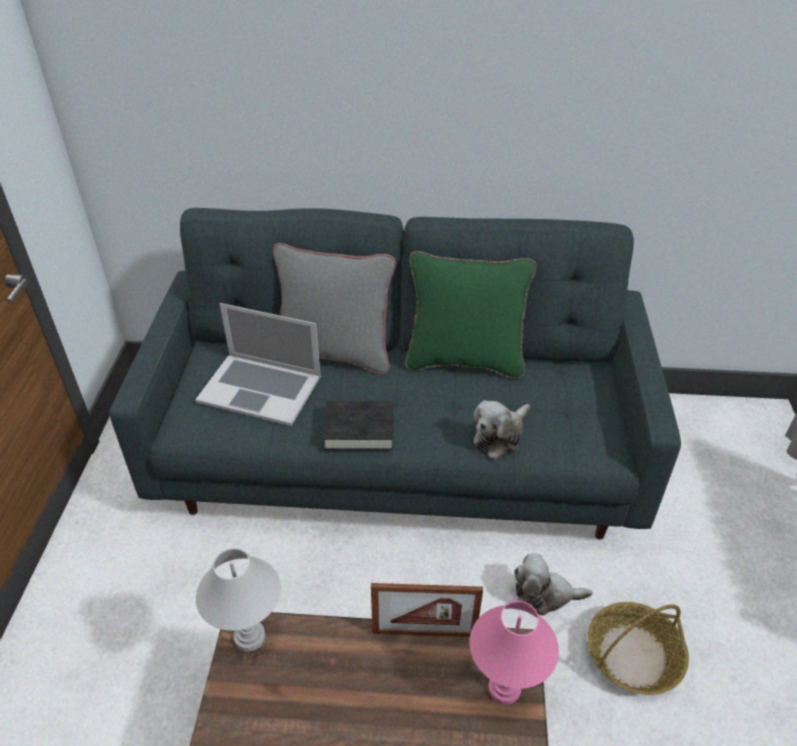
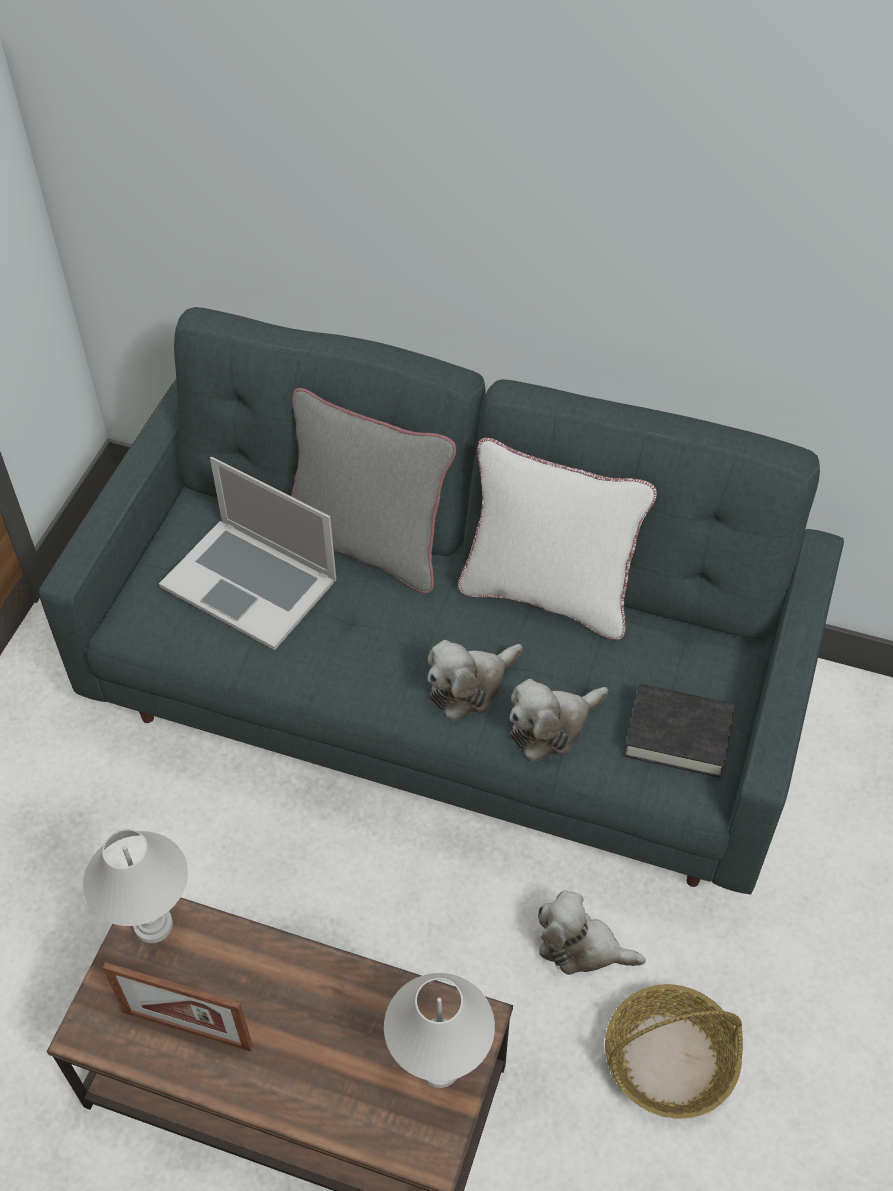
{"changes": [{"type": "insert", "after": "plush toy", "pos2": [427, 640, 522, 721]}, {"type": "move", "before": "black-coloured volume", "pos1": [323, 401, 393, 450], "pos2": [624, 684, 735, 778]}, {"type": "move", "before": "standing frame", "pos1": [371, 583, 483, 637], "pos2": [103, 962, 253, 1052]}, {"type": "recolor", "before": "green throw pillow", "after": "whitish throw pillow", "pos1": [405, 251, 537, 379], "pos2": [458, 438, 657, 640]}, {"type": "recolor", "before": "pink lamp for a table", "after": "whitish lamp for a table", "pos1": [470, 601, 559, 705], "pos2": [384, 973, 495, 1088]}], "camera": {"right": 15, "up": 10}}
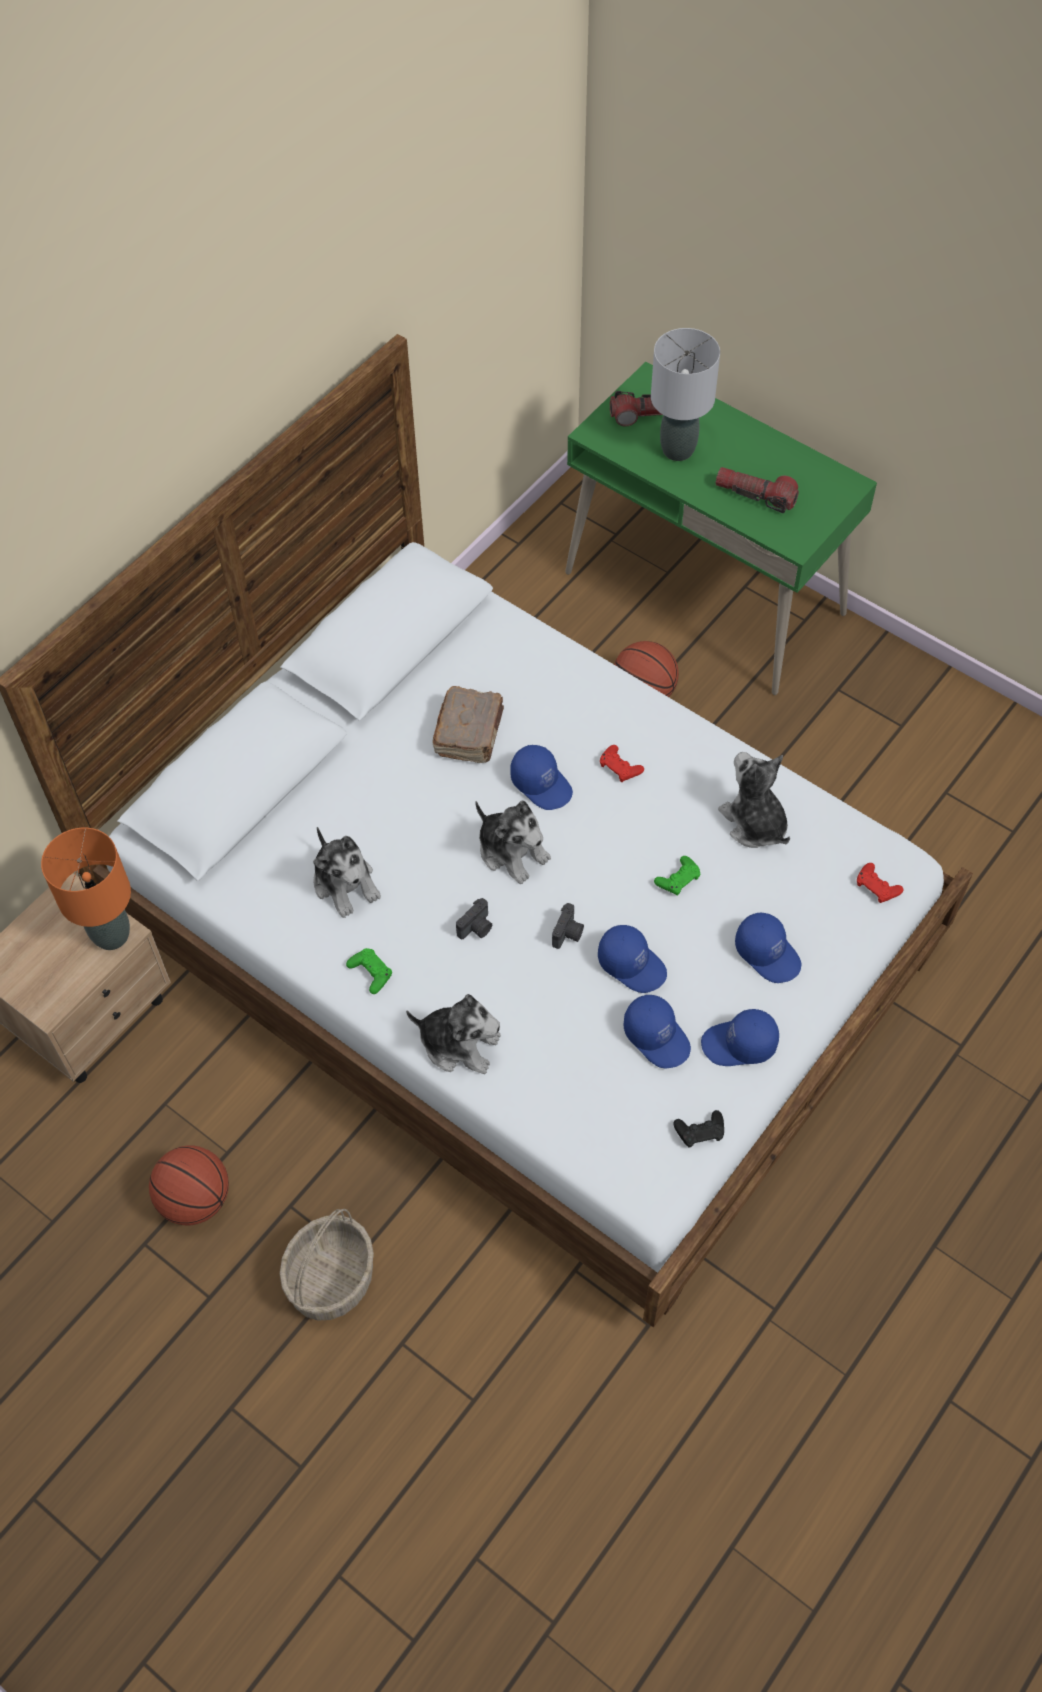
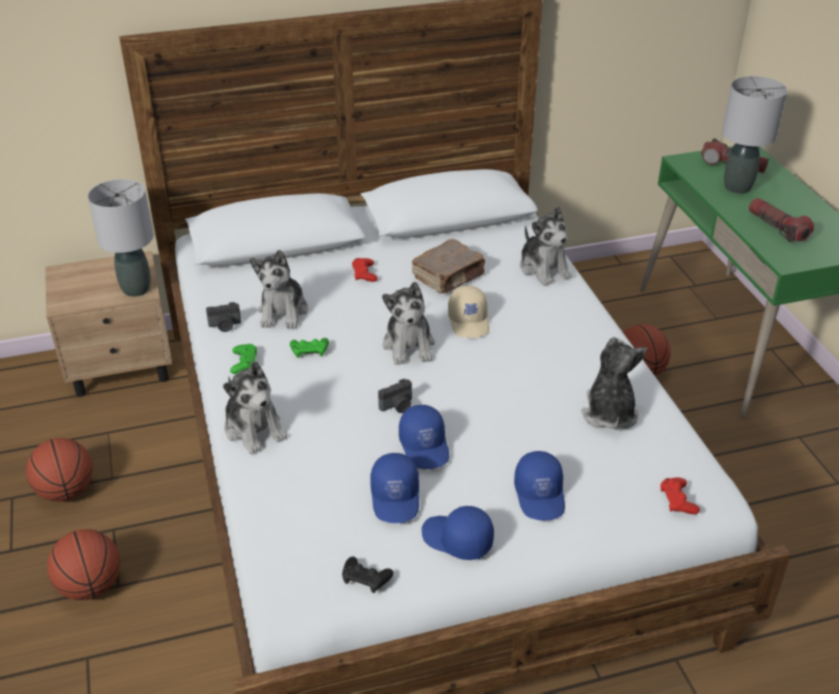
{"changes": [{"type": "insert", "after": "plush toy", "pos2": [520, 206, 572, 286]}, {"type": "move", "before": "photo camera", "pos1": [456, 898, 492, 939], "pos2": [206, 302, 241, 332]}, {"type": "move", "before": "red-coloured gamepad", "pos1": [600, 745, 644, 782], "pos2": [352, 258, 378, 282]}, {"type": "move", "before": "green gamepad", "pos1": [654, 856, 701, 896], "pos2": [290, 338, 329, 358]}, {"type": "replace", "before": "basket", "after": "ball for basketball", "pos1": [280, 1209, 374, 1321], "pos2": [47, 529, 120, 600]}, {"type": "recolor", "before": "orange-coloured lamp for a table", "after": "grey lamp for a table", "pos1": [41, 828, 131, 950], "pos2": [88, 179, 154, 297]}, {"type": "recolor", "before": "blue peaked cap", "after": "beige-coloured peaked cap", "pos1": [510, 745, 573, 810], "pos2": [448, 286, 489, 338]}], "camera": {"right": 35, "up": -20}}
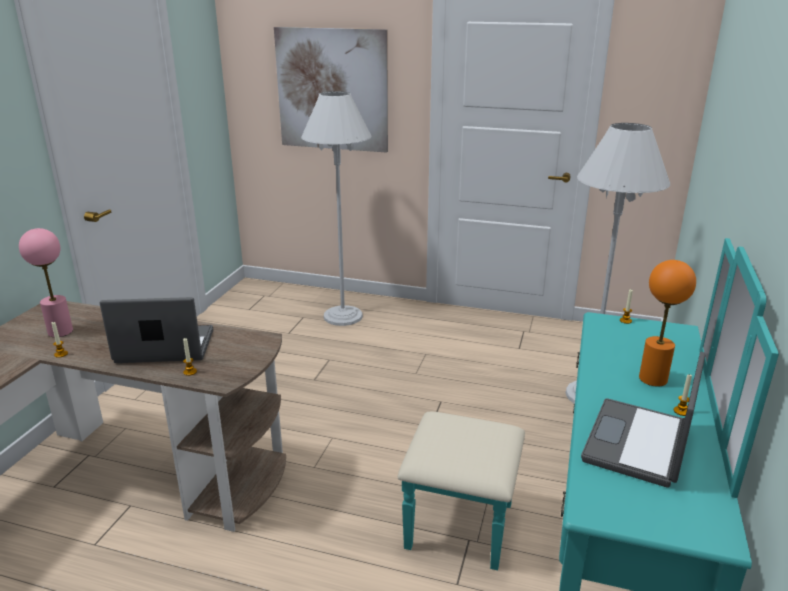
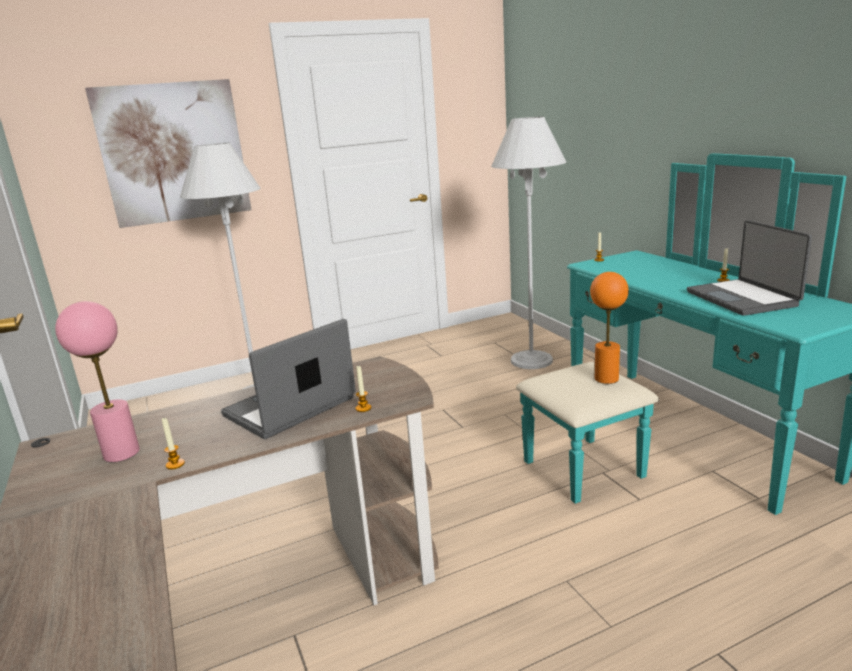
{"changes": [{"type": "move", "before": "orange-coloured lamp for a table", "pos1": [639, 260, 696, 387], "pos2": [590, 272, 629, 384]}], "camera": {"right": -40, "up": -5}}
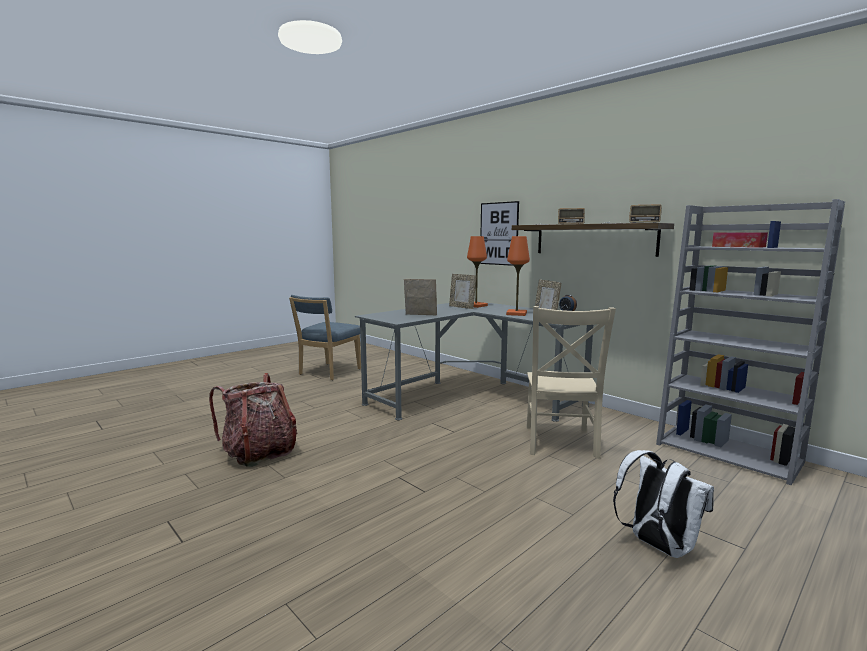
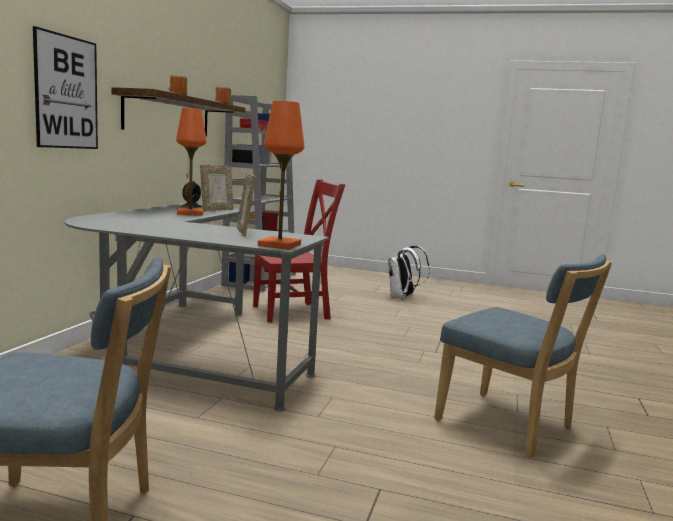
{"changes": [{"type": "delete", "before": "standing frame", "pos1": [449, 274, 476, 309]}, {"type": "move", "before": "orange-coloured lamp for a table", "pos1": [467, 236, 488, 308], "pos2": [258, 101, 305, 250]}, {"type": "replace", "before": "rucksack", "after": "blue upright chair", "pos1": [209, 373, 297, 467], "pos2": [434, 254, 612, 458]}, {"type": "recolor", "before": "beige-coloured upright chair", "after": "red-coloured upright chair", "pos1": [527, 306, 616, 459], "pos2": [253, 180, 346, 323]}], "camera": {"right": -120, "up": 0}}
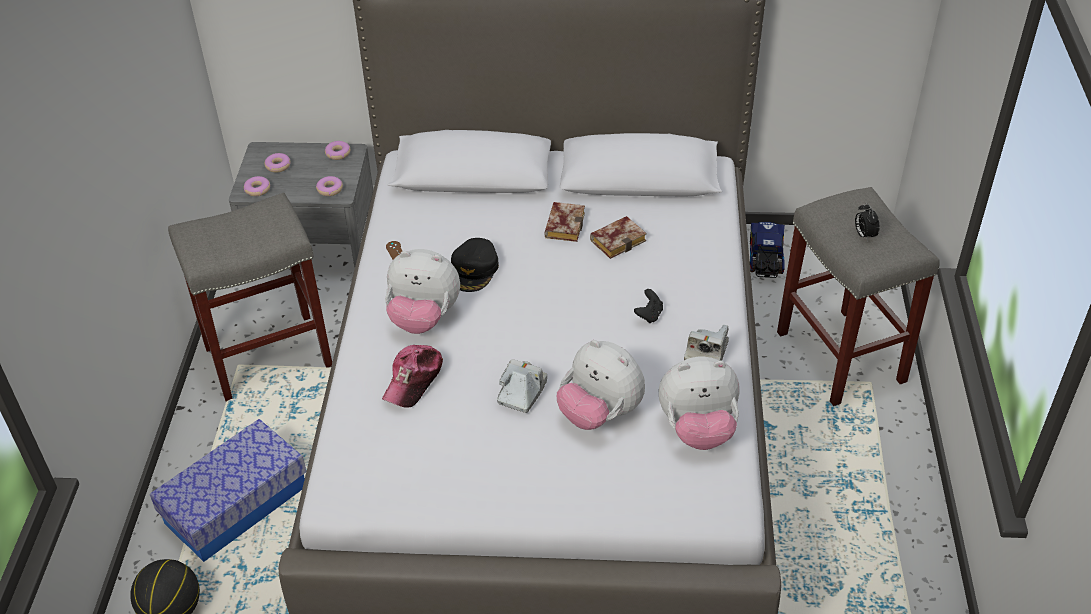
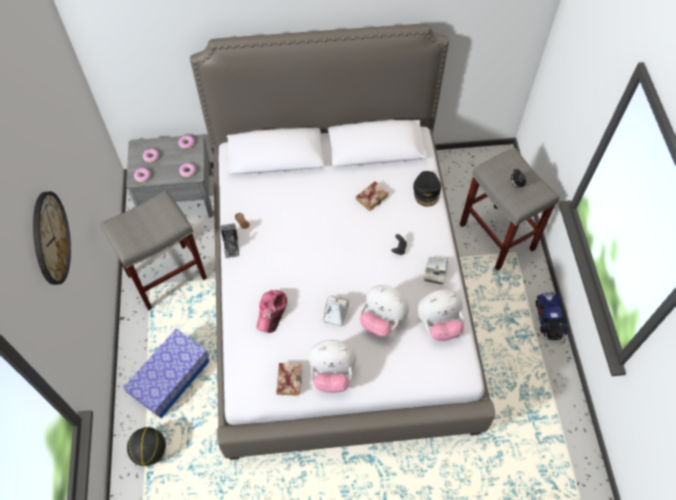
{"changes": [{"type": "insert", "after": "wall clock", "pos2": [33, 191, 71, 285]}, {"type": "insert", "after": "photo camera", "pos2": [220, 224, 239, 258]}, {"type": "move", "before": "plush toy", "pos1": [385, 249, 460, 334], "pos2": [308, 340, 356, 393]}, {"type": "move", "before": "black-coloured peaked cap", "pos1": [451, 238, 499, 292], "pos2": [413, 171, 441, 206]}, {"type": "move", "before": "volume", "pos1": [544, 202, 585, 242], "pos2": [276, 363, 302, 396]}, {"type": "move", "before": "toy truck", "pos1": [750, 222, 785, 278], "pos2": [536, 293, 567, 340]}], "camera": {"right": -10, "up": 15}}
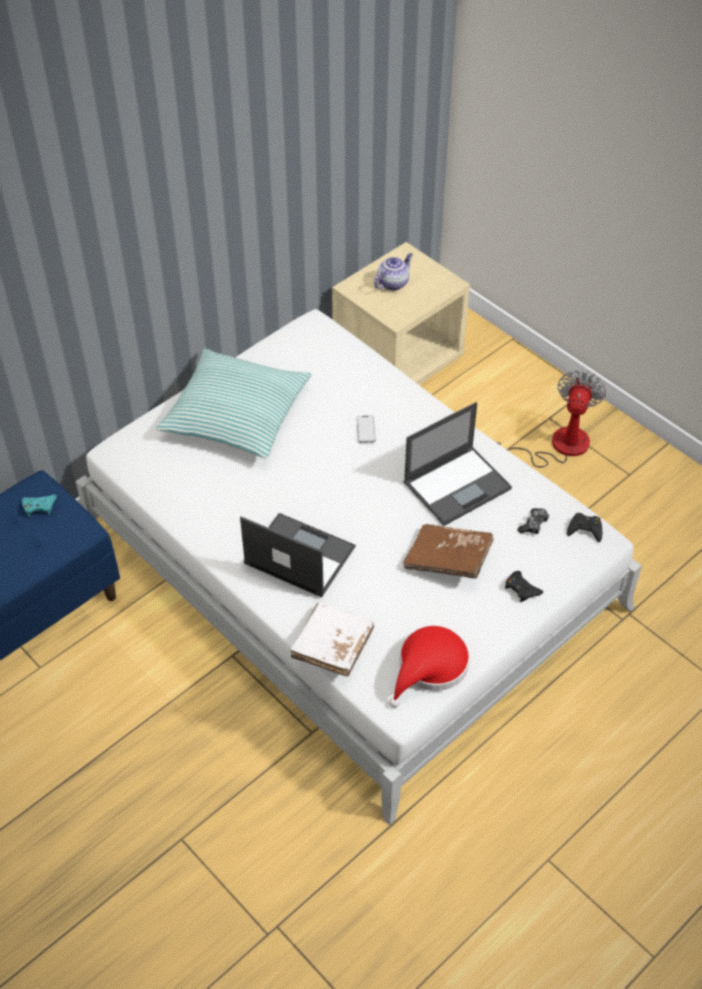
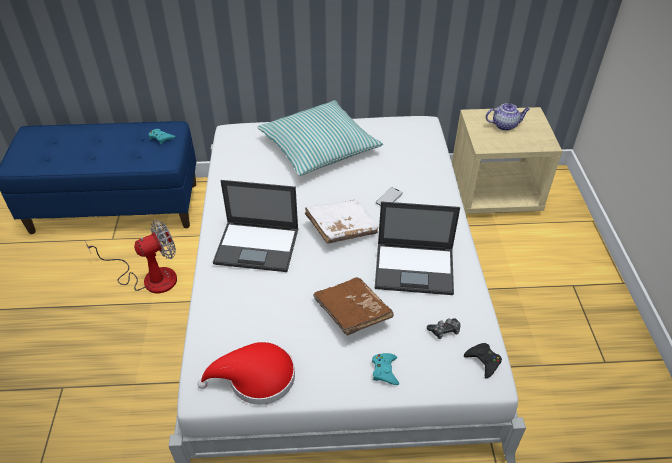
{"changes": [{"type": "move", "before": "whitish volume", "pos1": [290, 602, 374, 677], "pos2": [305, 200, 378, 244]}, {"type": "move", "before": "fan", "pos1": [496, 370, 606, 467], "pos2": [85, 220, 177, 293]}, {"type": "recolor", "before": "black-coloured gamepad", "after": "turquoise-coloured gamepad", "pos1": [505, 571, 543, 602], "pos2": [372, 353, 399, 385]}, {"type": "rotate", "before": "portable computer", "pos1": [240, 513, 356, 598], "pos2": [213, 180, 298, 272], "turn": 120}], "camera": {"right": 40, "up": -5}}
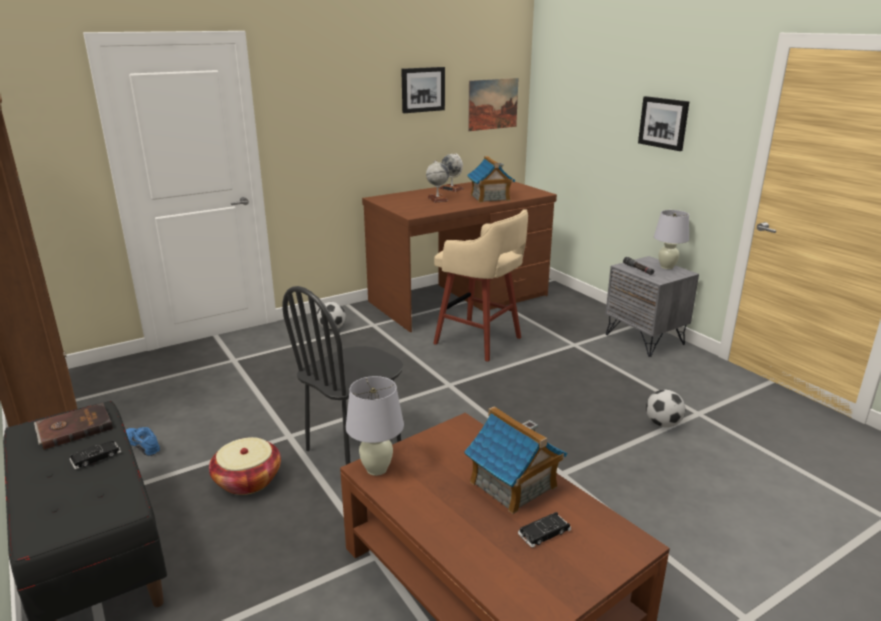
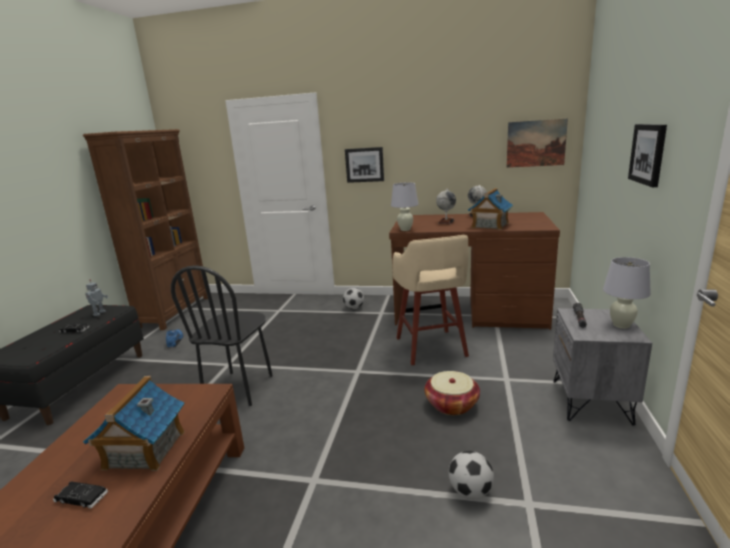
{"changes": [{"type": "move", "before": "basket", "pos1": [209, 437, 281, 495], "pos2": [424, 371, 480, 415]}, {"type": "move", "before": "whitish lamp for a table", "pos1": [346, 376, 404, 476], "pos2": [391, 183, 419, 231]}, {"type": "move", "before": "picture", "pos1": [401, 67, 445, 113], "pos2": [345, 147, 384, 183]}, {"type": "replace", "before": "brown-coloured volume", "after": "robot figure", "pos1": [34, 403, 113, 450], "pos2": [85, 279, 108, 316]}, {"type": "rotate", "before": "black-coloured upright chair", "pos1": [283, 286, 403, 465], "pos2": [171, 265, 273, 406], "turn": -75}], "camera": {"right": 45, "up": -5}}
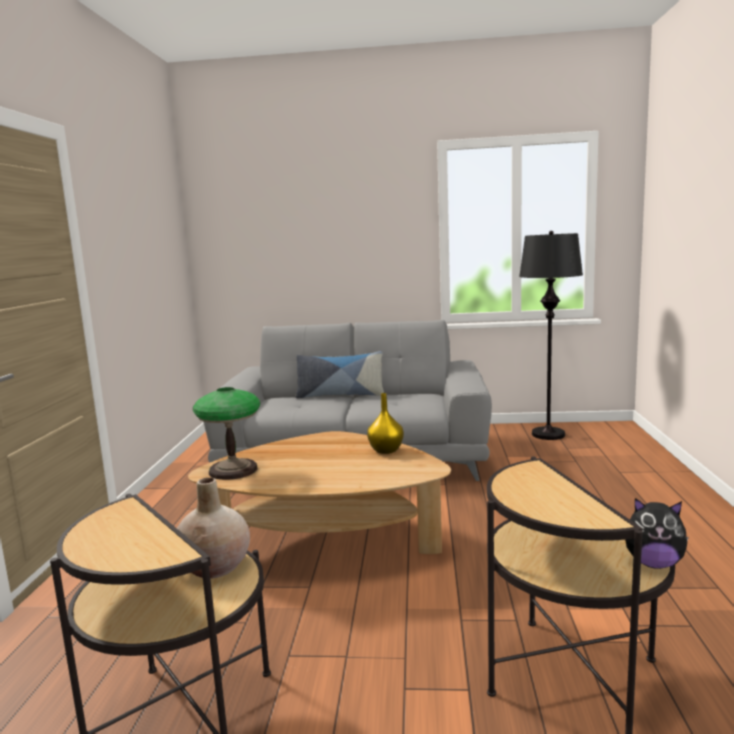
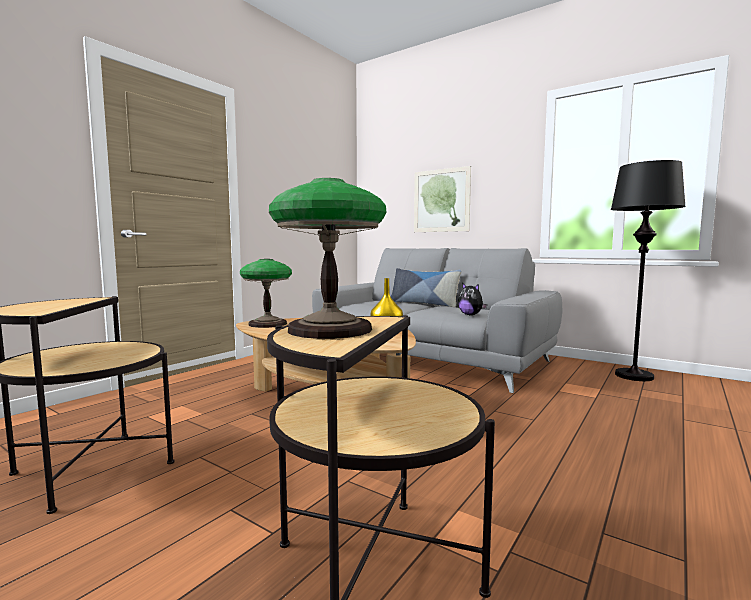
{"changes": [{"type": "delete", "before": "beige-coloured flower vase", "pos1": [177, 478, 250, 579]}, {"type": "insert", "after": "lamp for a table", "pos2": [269, 178, 387, 339]}, {"type": "insert", "after": "picture", "pos2": [414, 166, 471, 232]}, {"type": "move", "before": "plush toy", "pos1": [625, 498, 689, 569], "pos2": [458, 284, 487, 315]}], "camera": {"right": 30, "up": -5}}
